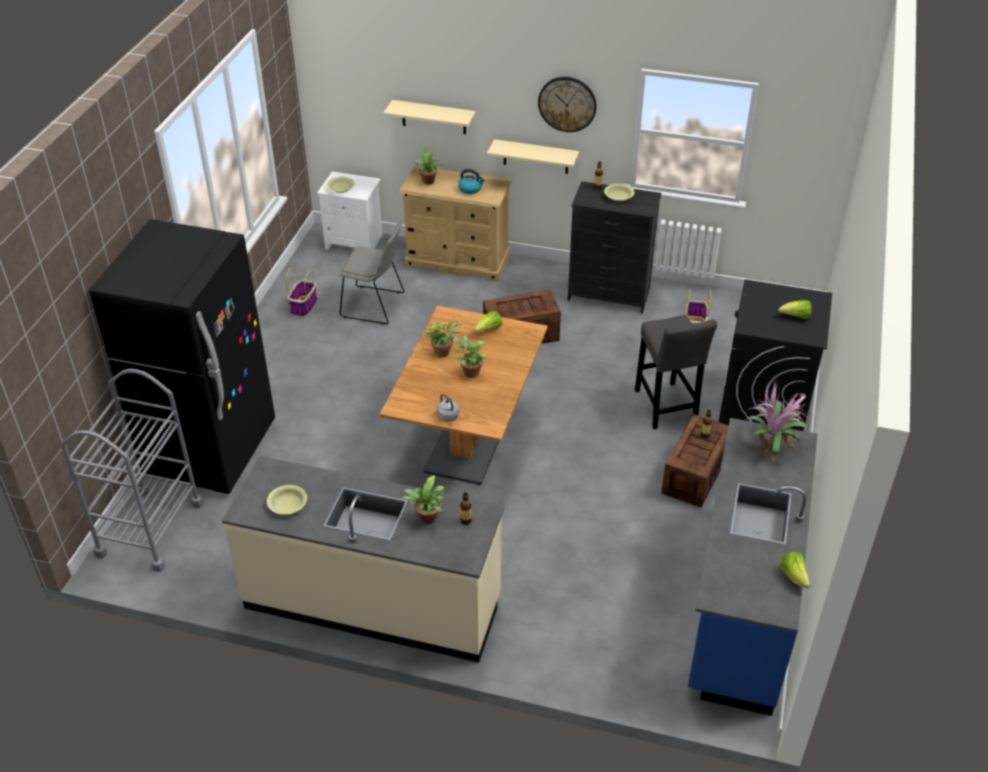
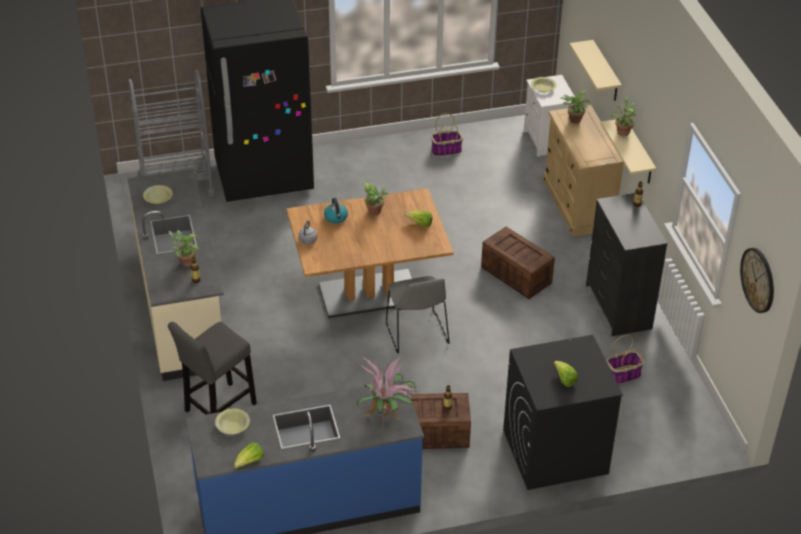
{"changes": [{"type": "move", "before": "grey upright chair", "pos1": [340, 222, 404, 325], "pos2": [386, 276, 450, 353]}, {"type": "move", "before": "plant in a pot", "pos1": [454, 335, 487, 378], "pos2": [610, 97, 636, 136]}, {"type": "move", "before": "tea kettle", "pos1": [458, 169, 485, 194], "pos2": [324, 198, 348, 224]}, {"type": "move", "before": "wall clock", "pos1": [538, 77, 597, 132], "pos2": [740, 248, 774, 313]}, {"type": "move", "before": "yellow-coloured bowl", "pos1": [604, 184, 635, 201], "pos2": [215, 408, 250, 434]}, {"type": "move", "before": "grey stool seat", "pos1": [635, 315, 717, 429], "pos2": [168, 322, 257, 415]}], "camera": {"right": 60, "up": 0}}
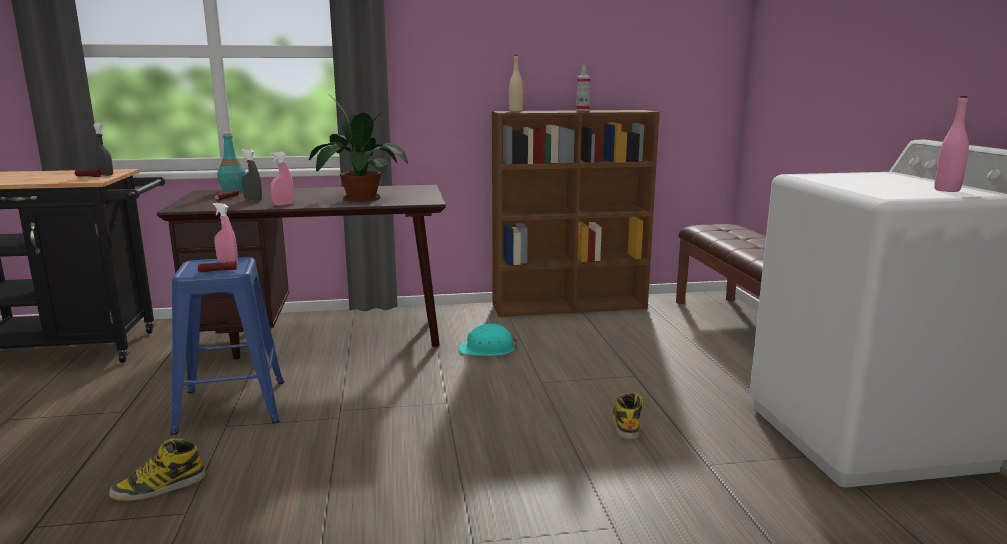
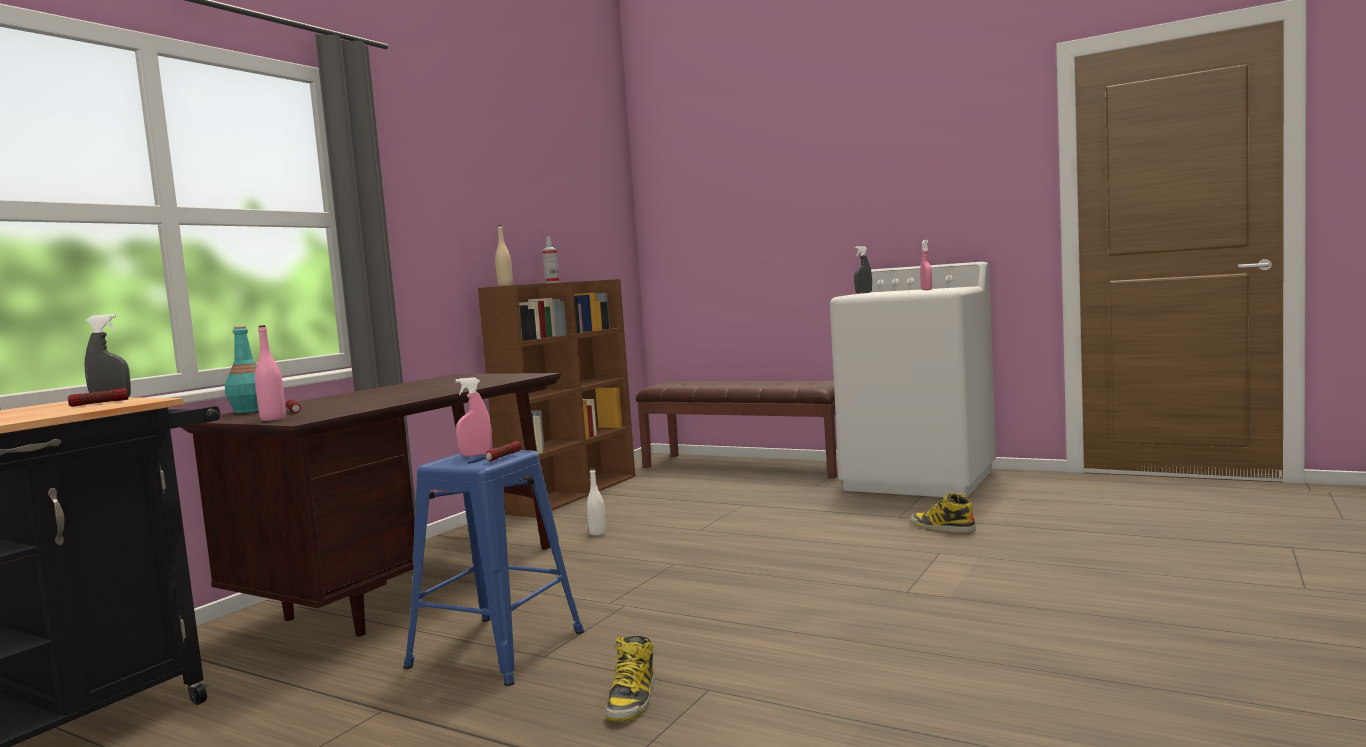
{"changes": [{"type": "delete", "before": "plant in a pot", "pos1": [309, 94, 408, 202]}, {"type": "move", "before": "grey spray bottle", "pos1": [241, 149, 262, 201], "pos2": [854, 246, 872, 293]}, {"type": "move", "before": "pink spray bottle", "pos1": [270, 152, 294, 206], "pos2": [920, 240, 932, 290]}, {"type": "move", "before": "tall boot", "pos1": [612, 392, 644, 440], "pos2": [910, 493, 976, 533]}, {"type": "move", "before": "pink bottle", "pos1": [934, 96, 969, 192], "pos2": [255, 325, 286, 421]}, {"type": "replace", "before": "turquoise-coloured work helmet", "after": "whitish bottle", "pos1": [459, 324, 518, 356], "pos2": [587, 468, 606, 536]}], "camera": {"right": -50, "up": -10}}
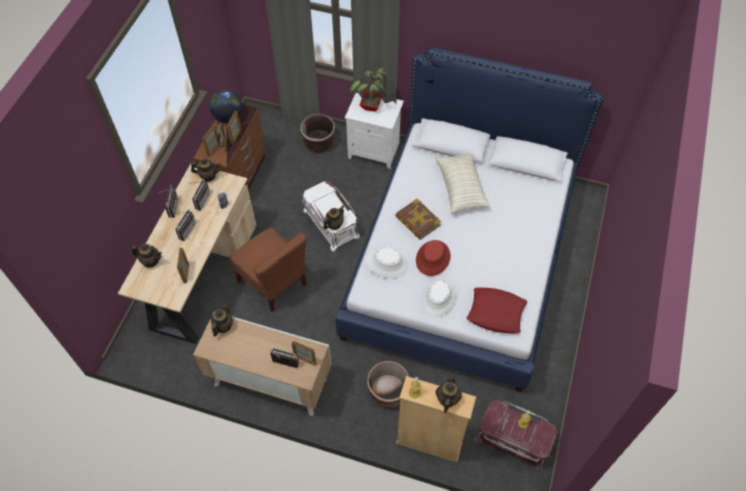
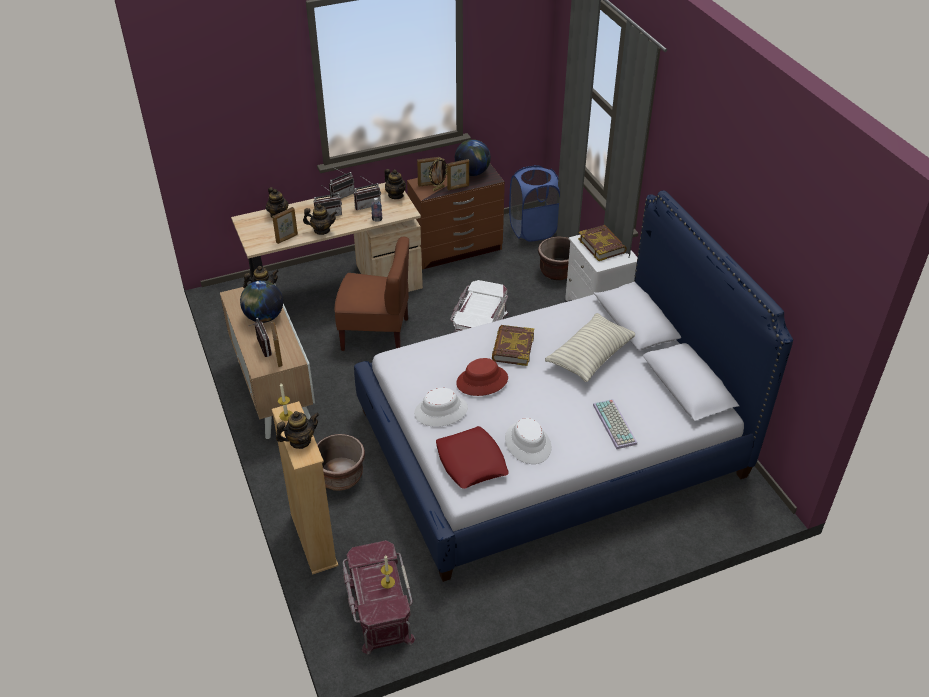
{"changes": [{"type": "insert", "after": "world globe", "pos2": [240, 280, 283, 323]}, {"type": "insert", "after": "blue hamper", "pos2": [509, 165, 560, 242]}, {"type": "insert", "after": "computer keyboard", "pos2": [593, 399, 637, 449]}, {"type": "move", "before": "pot for tea", "pos1": [324, 205, 344, 230], "pos2": [303, 204, 337, 235]}, {"type": "move", "before": "whitish clothing hat", "pos1": [367, 247, 408, 279], "pos2": [505, 418, 551, 464]}, {"type": "replace", "before": "plant in a pot", "after": "volume", "pos1": [350, 68, 386, 112], "pos2": [578, 225, 626, 261]}, {"type": "rotate", "before": "brown-coloured upright chair", "pos1": [230, 227, 307, 312], "pos2": [335, 237, 409, 351], "turn": -90}], "camera": {"right": 50, "up": -15}}
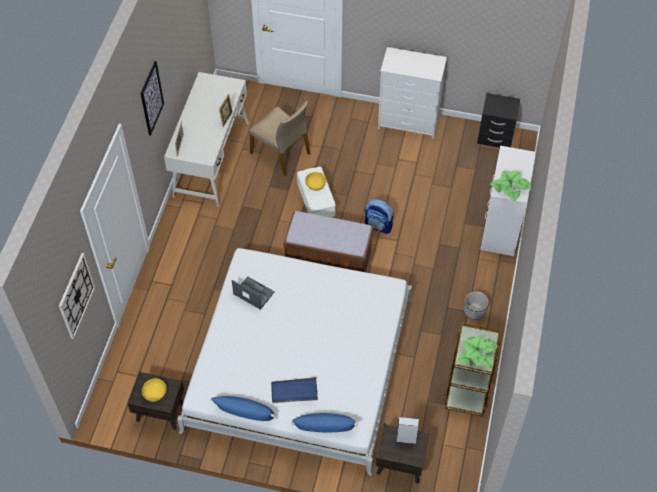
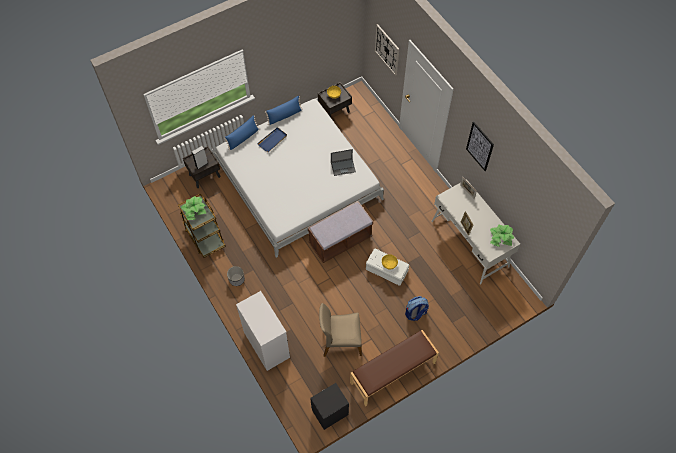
{"changes": [{"type": "move", "before": "beige-coloured upright chair", "pos1": [249, 101, 311, 176], "pos2": [319, 303, 362, 357]}, {"type": "move", "before": "rucksack", "pos1": [365, 199, 394, 234], "pos2": [405, 296, 429, 321]}, {"type": "move", "before": "plant in a pot", "pos1": [490, 171, 531, 202], "pos2": [490, 225, 514, 247]}, {"type": "replace", "before": "whitish chest of drawers", "after": "brown-coloured indoor bench", "pos1": [378, 47, 447, 139], "pos2": [350, 330, 439, 407]}], "camera": {"right": 135, "up": 5}}
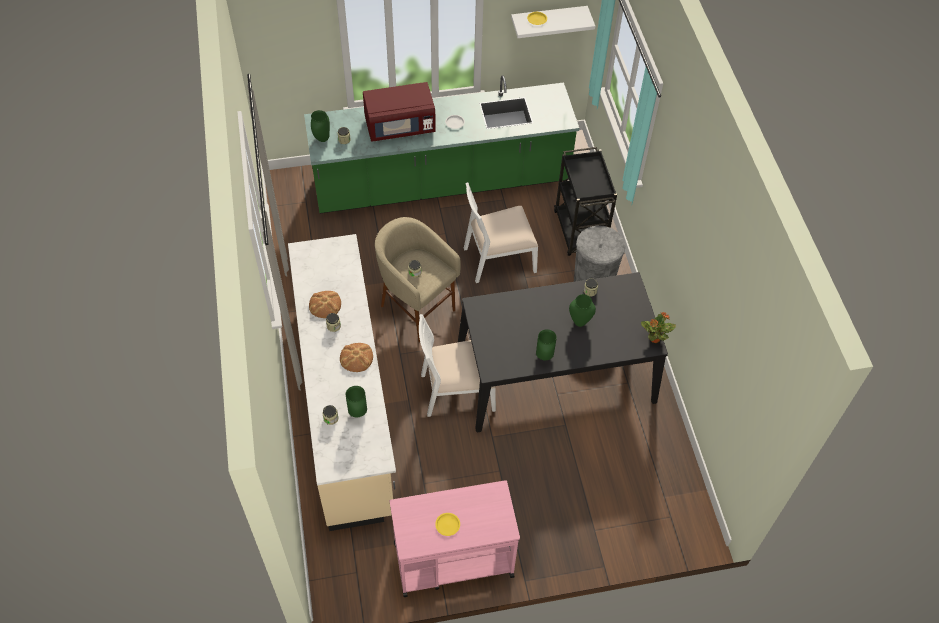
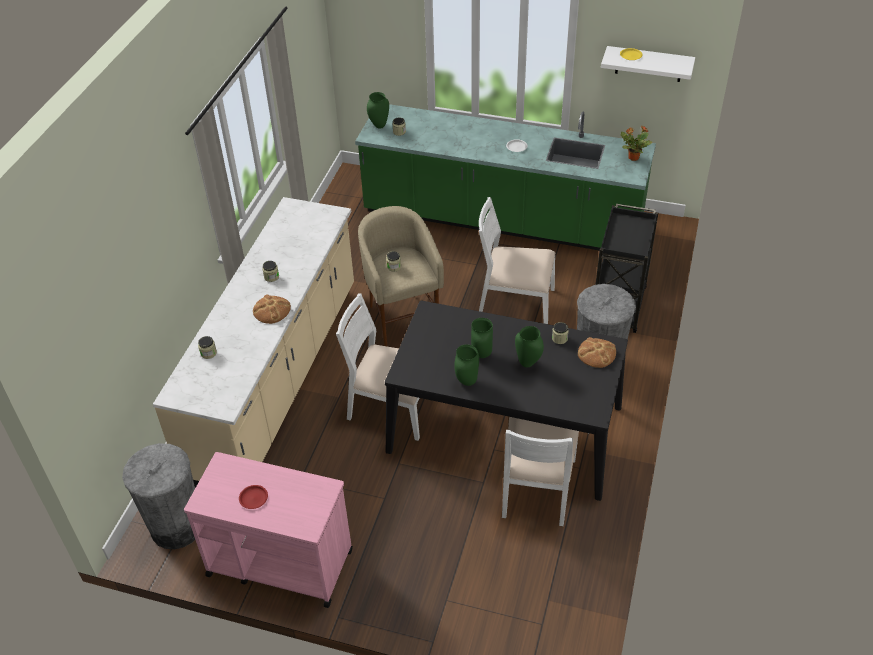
{"changes": [{"type": "delete", "before": "red-coloured microwave", "pos1": [363, 82, 436, 142]}, {"type": "insert", "after": "grey rubbish bin", "pos2": [122, 443, 195, 549]}, {"type": "insert", "after": "whitish upright chair", "pos2": [502, 417, 579, 526]}, {"type": "move", "before": "bakery bread", "pos1": [309, 291, 341, 318], "pos2": [578, 337, 616, 368]}, {"type": "move", "before": "green flower vase", "pos1": [346, 386, 367, 417], "pos2": [471, 318, 493, 358]}, {"type": "move", "before": "plant in a pot", "pos1": [641, 312, 676, 343], "pos2": [621, 125, 653, 161]}, {"type": "recolor", "before": "yellow-coloured plate", "after": "red-coloured plate", "pos1": [435, 513, 460, 536], "pos2": [239, 485, 268, 509]}], "camera": {"right": 30, "up": -10}}
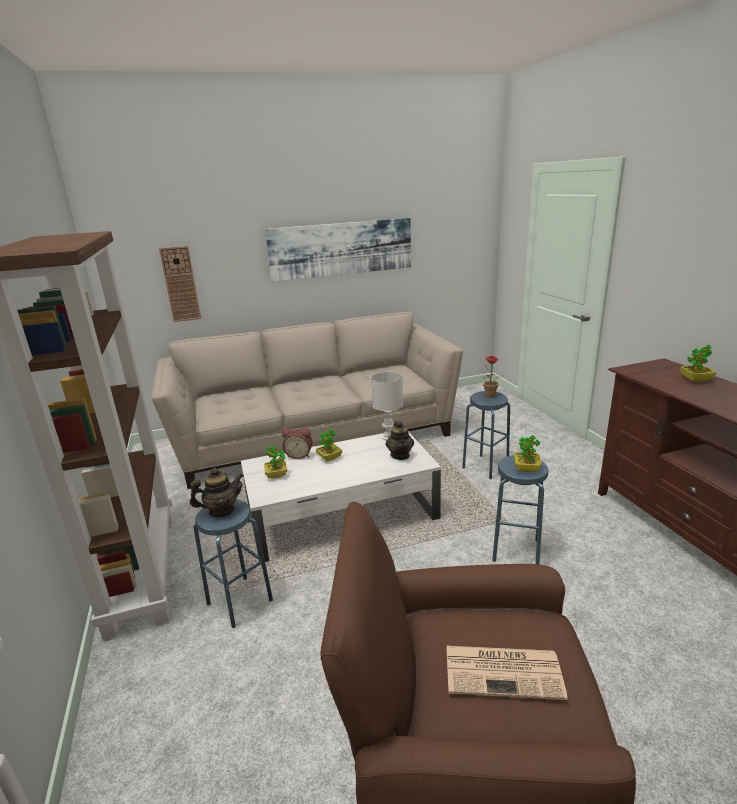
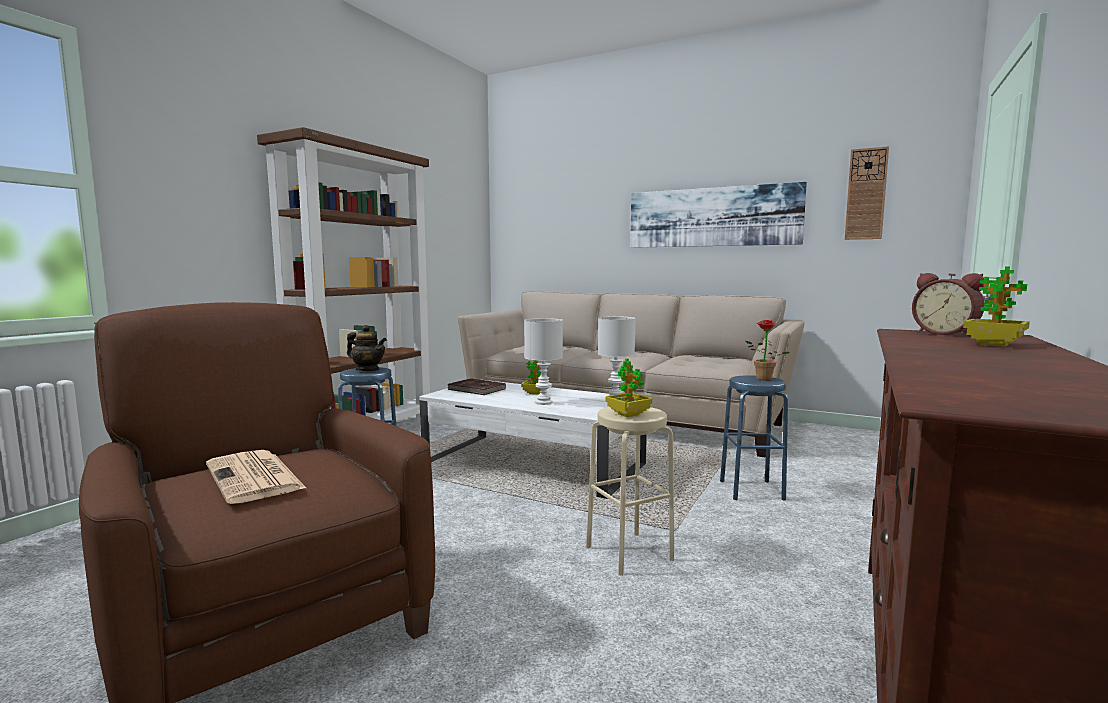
{"changes": [{"type": "delete", "before": "pot for tea", "pos1": [385, 421, 414, 460]}, {"type": "insert", "after": "whitish lamp for a table", "pos2": [524, 318, 563, 405]}, {"type": "move", "before": "wall clock", "pos1": [159, 246, 201, 322], "pos2": [845, 146, 889, 240]}, {"type": "move", "before": "table clock", "pos1": [282, 429, 312, 459], "pos2": [912, 273, 984, 336]}, {"type": "replace", "before": "plant in a pot", "after": "brown-coloured volume", "pos1": [264, 446, 287, 479], "pos2": [448, 378, 506, 395]}, {"type": "recolor", "before": "blue stool seat", "after": "beige-coloured stool seat", "pos1": [492, 455, 548, 564], "pos2": [586, 407, 674, 576]}], "camera": {"right": 45, "up": -15}}
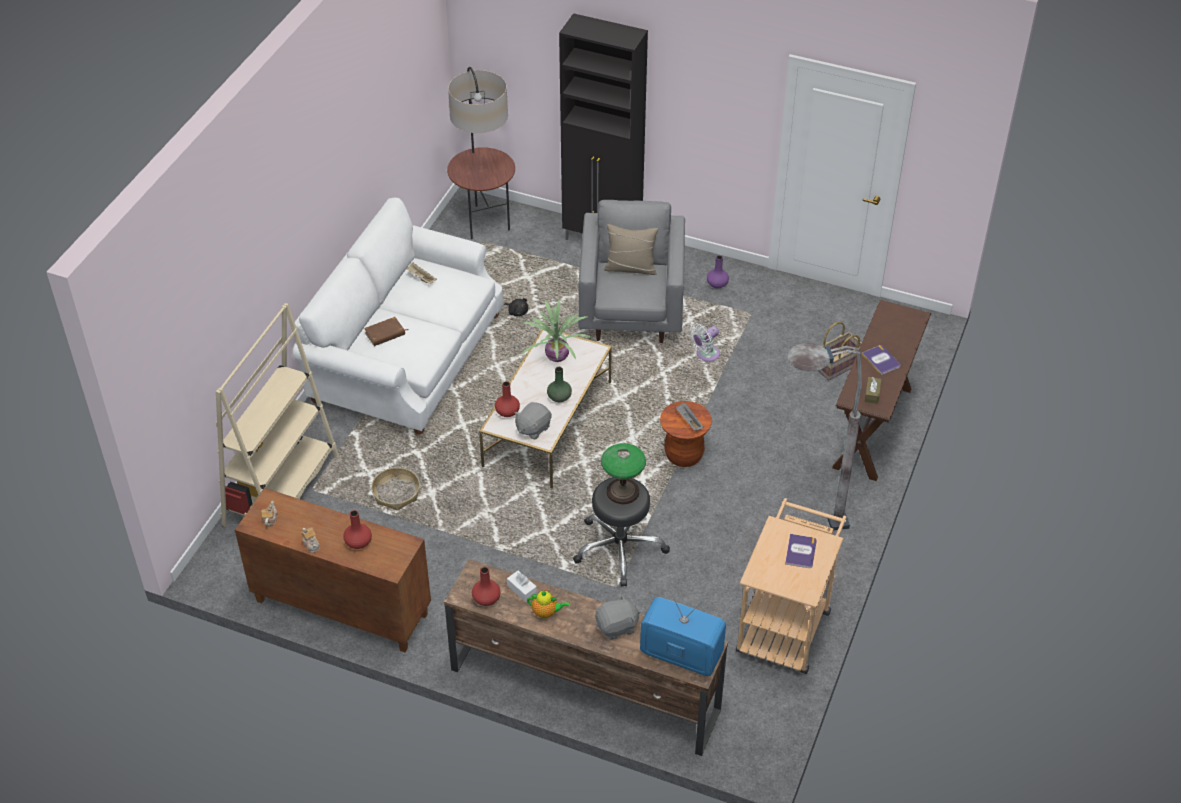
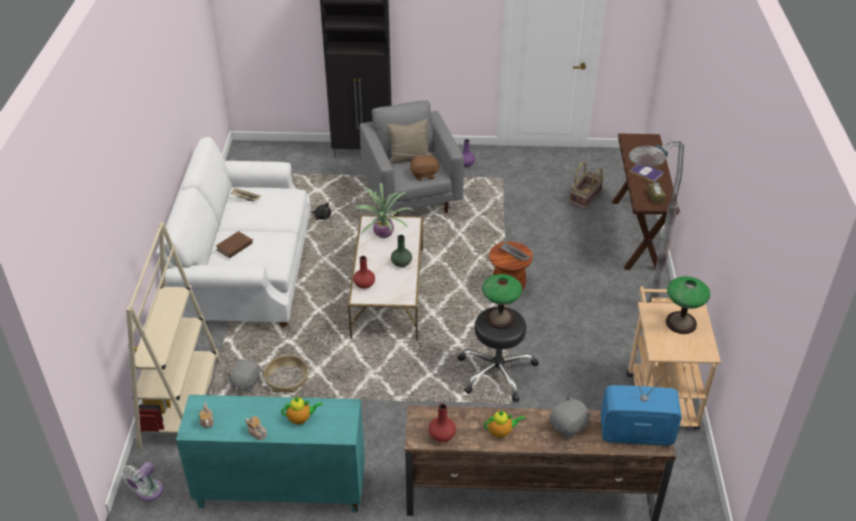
{"changes": [{"type": "delete", "before": "standing lamp", "pos1": [447, 67, 515, 239]}, {"type": "delete", "before": "whitish tissue box", "pos1": [507, 571, 537, 602]}, {"type": "insert", "after": "brown-coloured plush toy", "pos2": [410, 154, 441, 180]}, {"type": "move", "before": "grey plush toy", "pos1": [514, 402, 552, 440], "pos2": [227, 360, 260, 392]}, {"type": "move", "before": "whitish fan", "pos1": [689, 323, 720, 361], "pos2": [121, 462, 163, 501]}, {"type": "replace", "before": "red-coloured flower vase", "after": "pot for tea", "pos1": [343, 510, 372, 549], "pos2": [281, 397, 322, 425]}, {"type": "replace", "before": "volume", "after": "lamp for a table", "pos1": [785, 534, 817, 568], "pos2": [666, 276, 710, 334]}, {"type": "recolor", "before": "brown-coloured storage cabinet", "after": "turquoise-coloured storage cabinet", "pos1": [235, 488, 431, 652], "pos2": [176, 395, 365, 513]}], "camera": {"right": -20, "up": -5}}
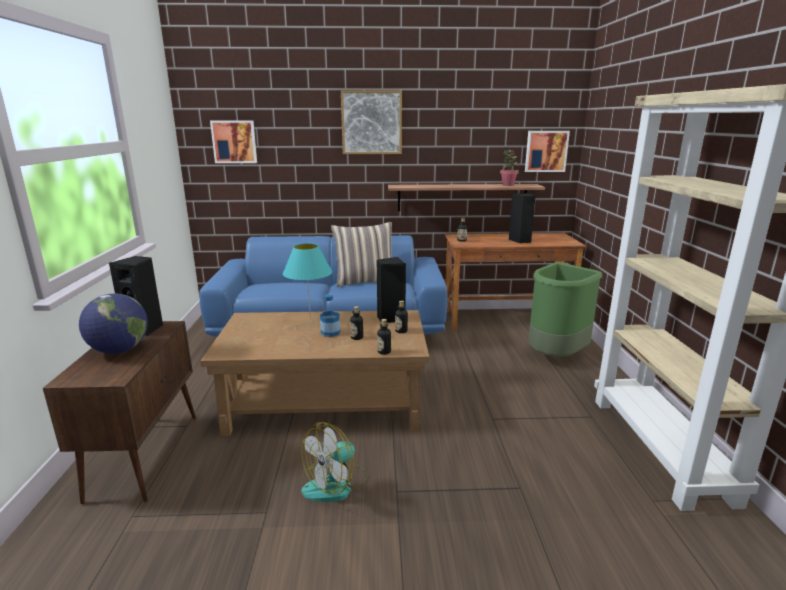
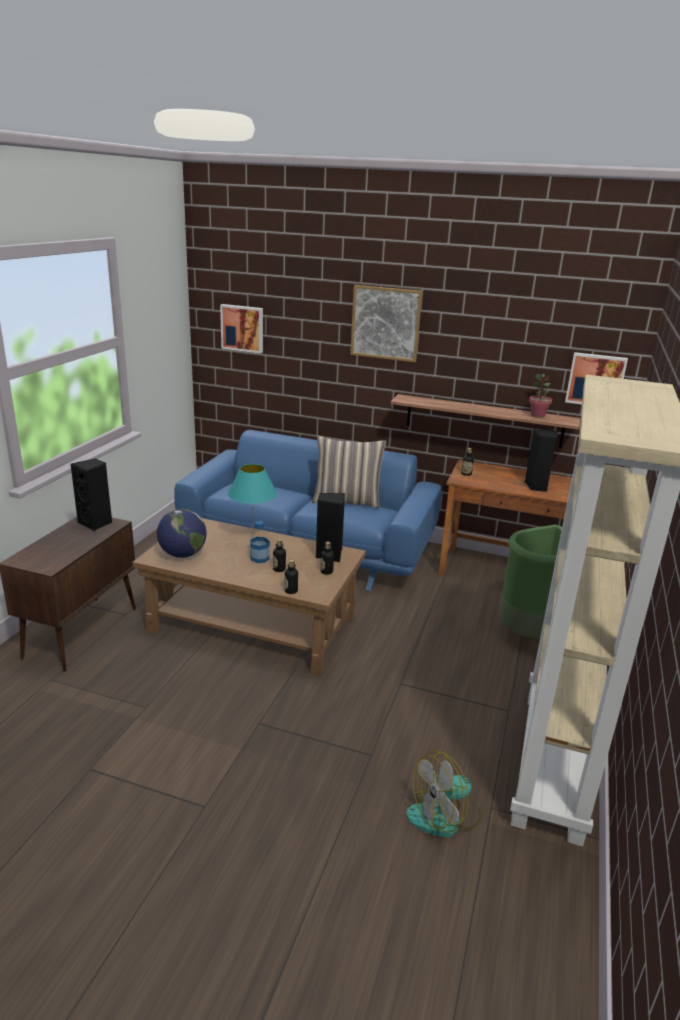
{"changes": [{"type": "move", "before": "world globe", "pos1": [79, 293, 148, 354], "pos2": [157, 509, 207, 558]}, {"type": "move", "before": "fan", "pos1": [301, 422, 369, 502], "pos2": [406, 750, 482, 837]}], "camera": {"right": 20, "up": 5}}
